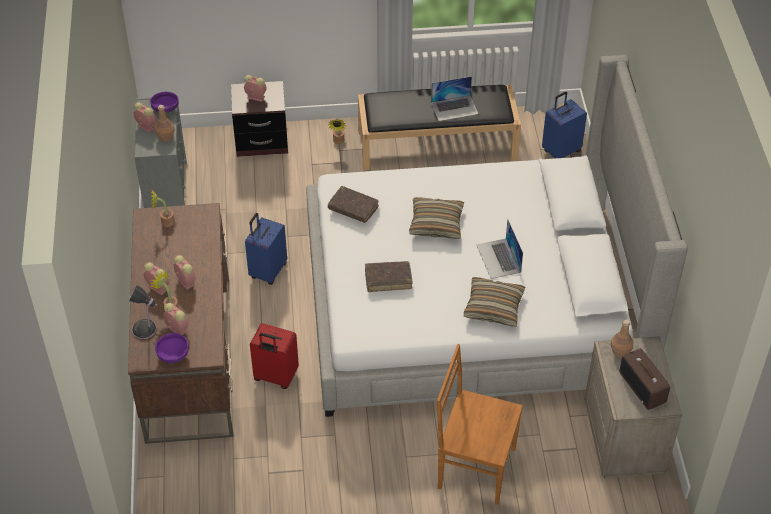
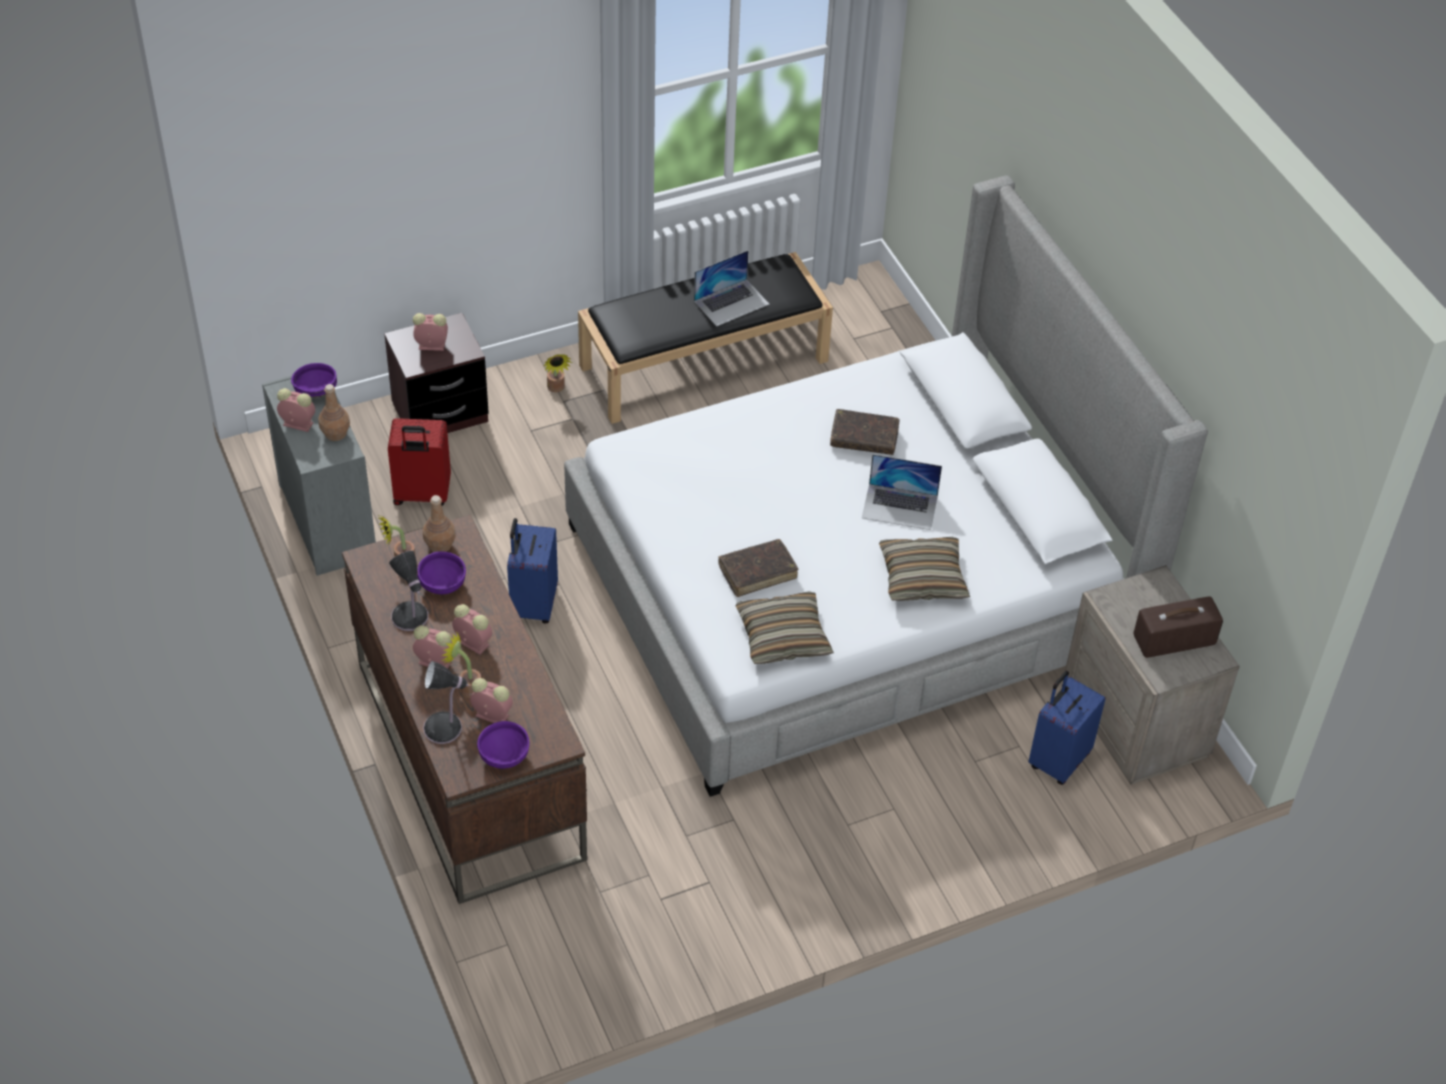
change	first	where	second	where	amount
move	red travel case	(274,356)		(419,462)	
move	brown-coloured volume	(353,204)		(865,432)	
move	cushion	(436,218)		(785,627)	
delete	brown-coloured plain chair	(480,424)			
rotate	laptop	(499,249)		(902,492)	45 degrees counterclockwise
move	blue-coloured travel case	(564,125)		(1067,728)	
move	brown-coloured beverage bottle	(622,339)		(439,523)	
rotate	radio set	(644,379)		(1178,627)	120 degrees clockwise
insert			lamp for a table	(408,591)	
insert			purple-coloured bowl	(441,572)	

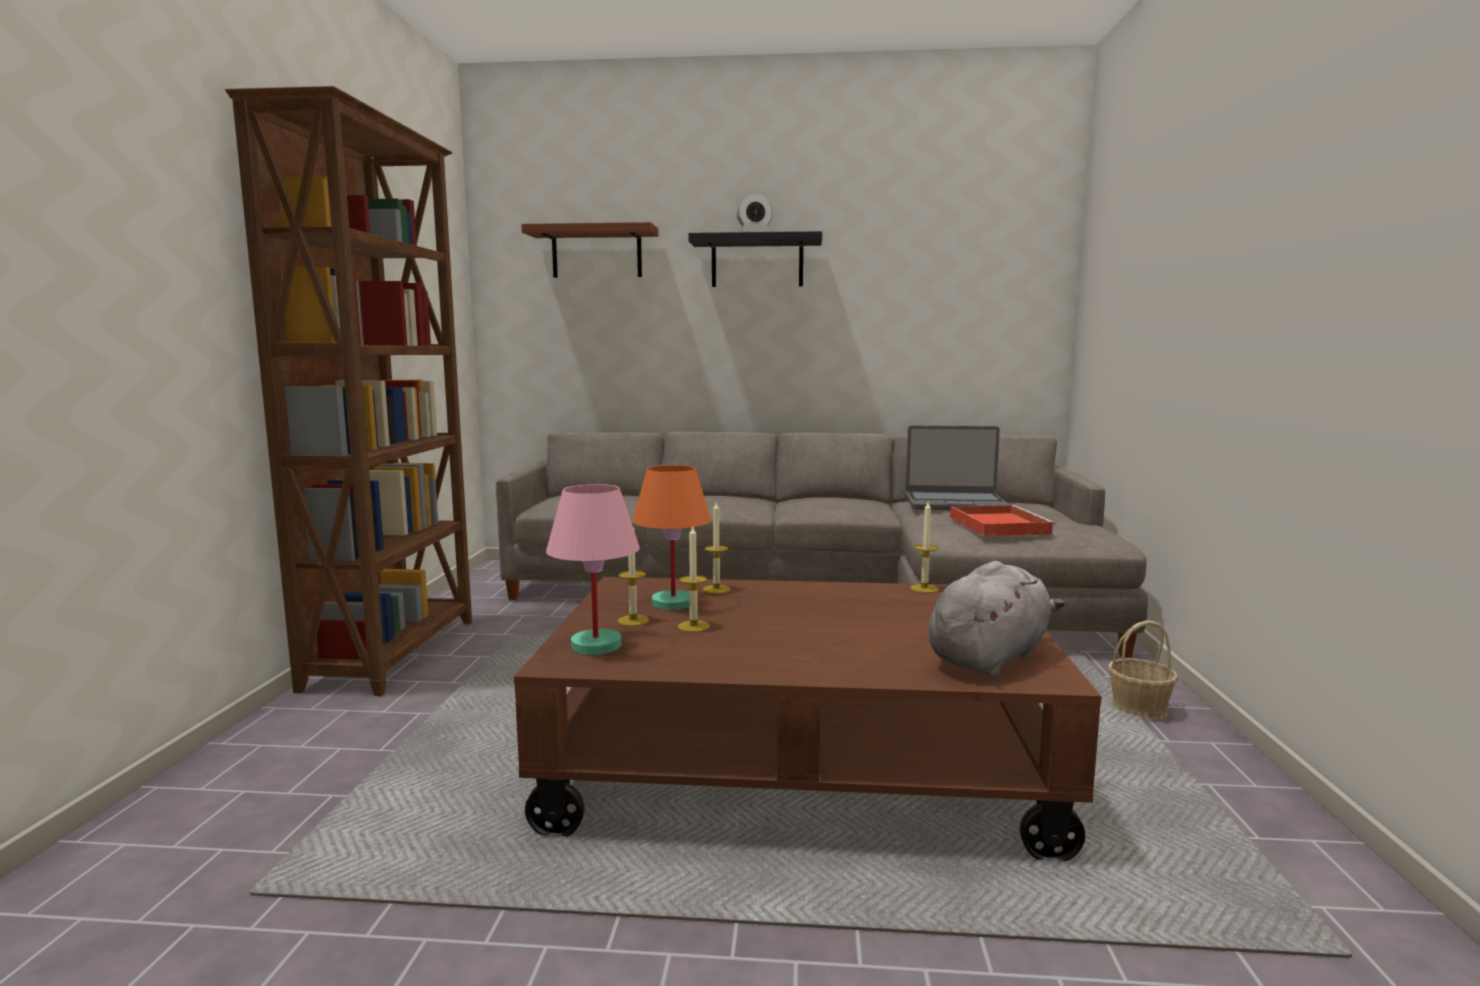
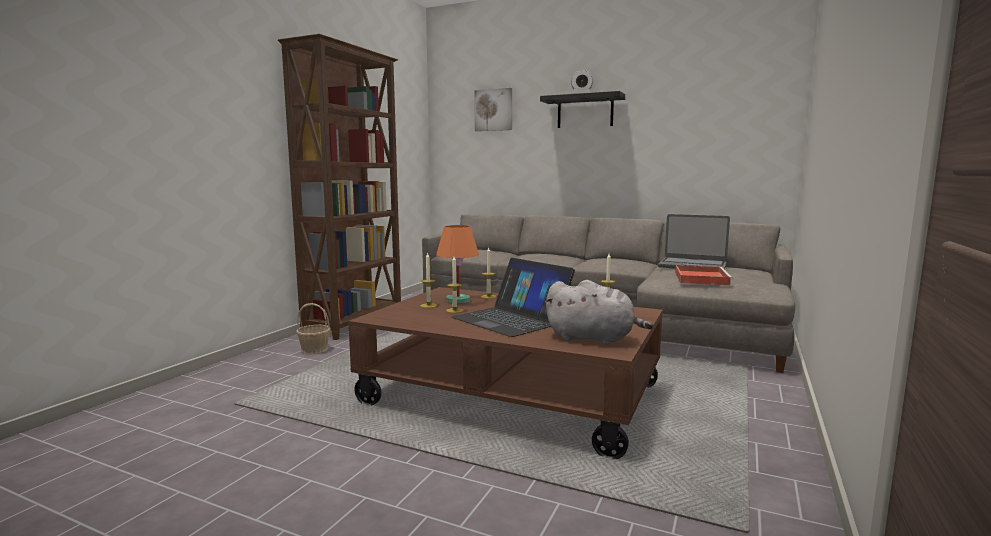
change	first	where	second	where	amount
replace	brown-coloured shelf	(589,250)	wall art	(493,109)	
delete	pinkish lamp for a table	(593,569)			
rotate	gray soft toy	(996,619)		(599,312)	45 degrees clockwise
move	household basket	(1143,670)		(313,328)	
insert			laptop	(513,297)	

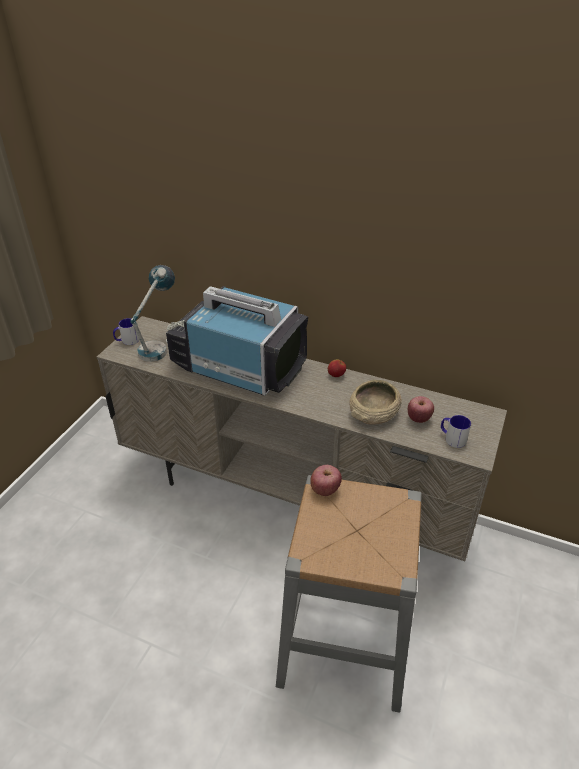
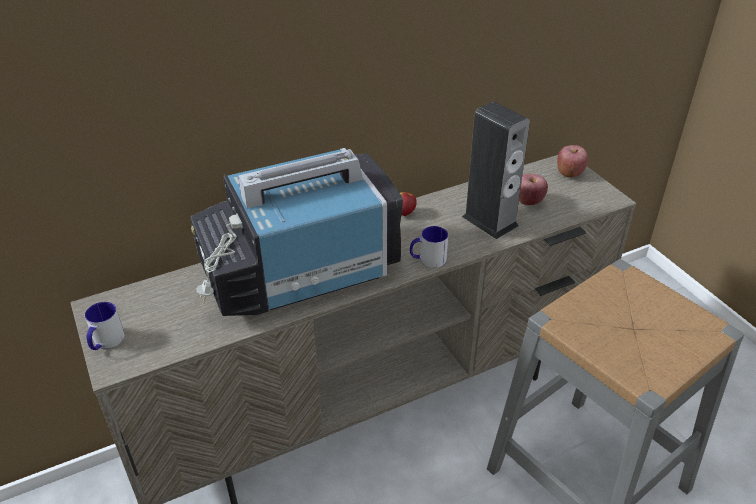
change	first	where	second	where	amount
delete	lamp for a table	(152,313)			
move	apple	(326,480)		(572,161)	
replace	beige-coloured bowl	(376,402)	loudspeaker	(496,170)	
move	coffee mug	(456,431)		(429,247)	

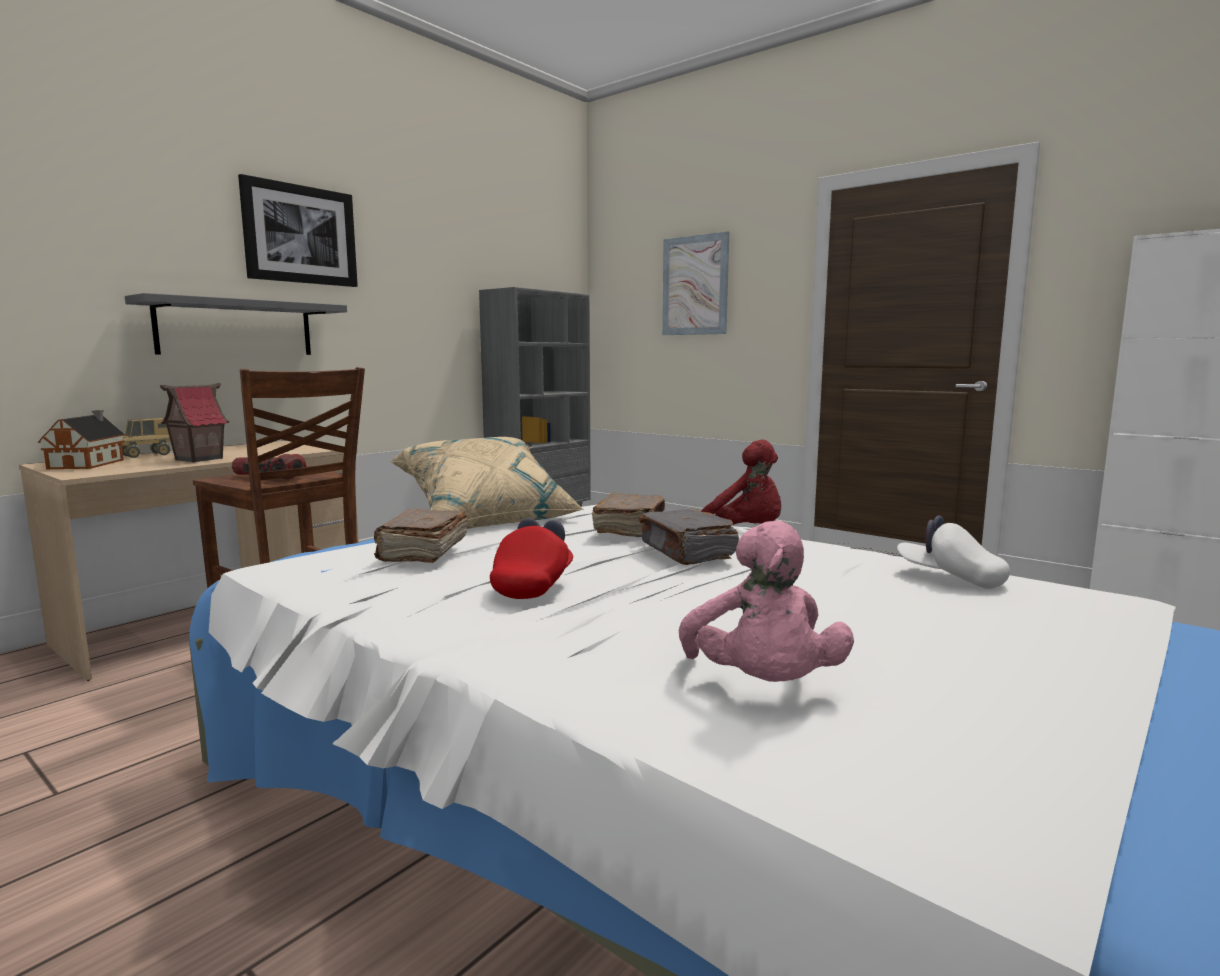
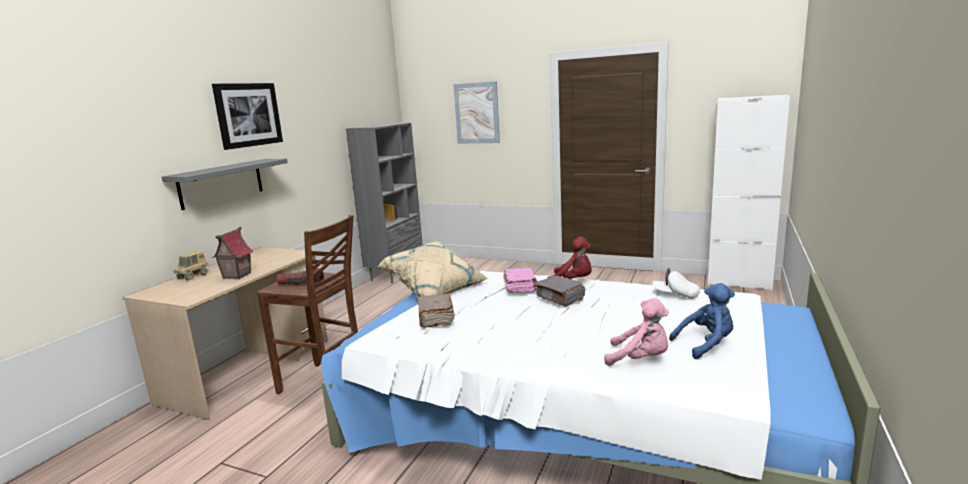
change	first	where	second	where	amount
delete	model house	(81,440)			
delete	red peaked cap	(531,558)			
recolor	brown-coloured volume	(628,515)	pinkish volume	(520,280)	
rotate	pinkish soft toy	(766,601)		(636,332)	45 degrees counterclockwise
insert			blue-coloured soft toy	(702,321)	

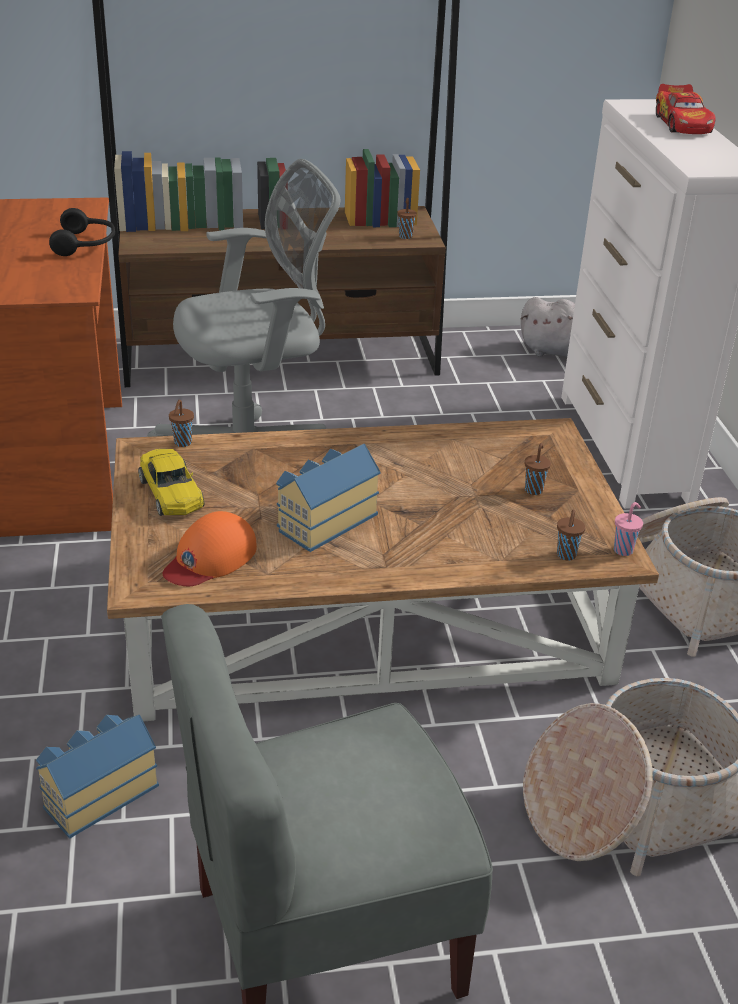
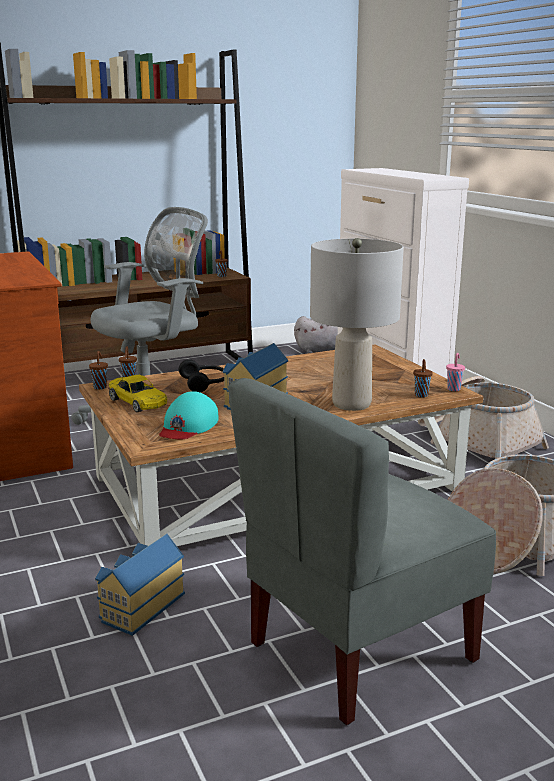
change	first	where	second	where	amount
move	black pair of headphones	(82,232)		(201,375)	
recolor	orange-coloured peaked cap	(210,548)	blue-green peaked cap	(188,415)	
move	brown-coloured drinking cup	(538,469)		(98,370)	
delete	model car	(686,109)			
insert			gray lamp for a table	(357,324)	

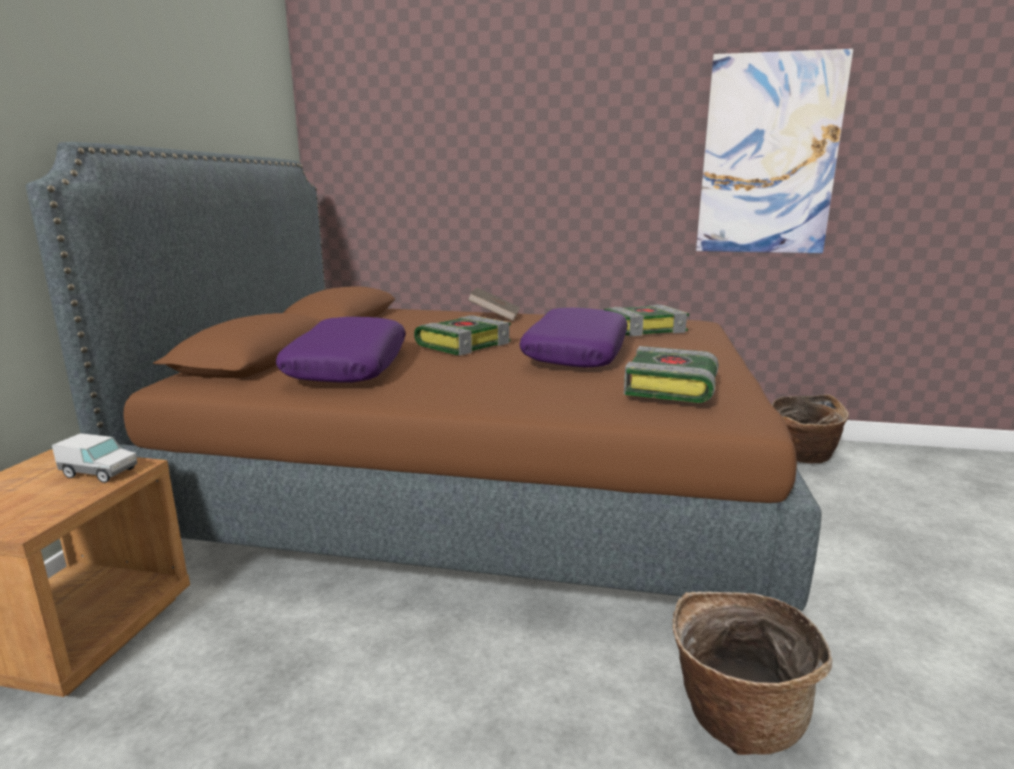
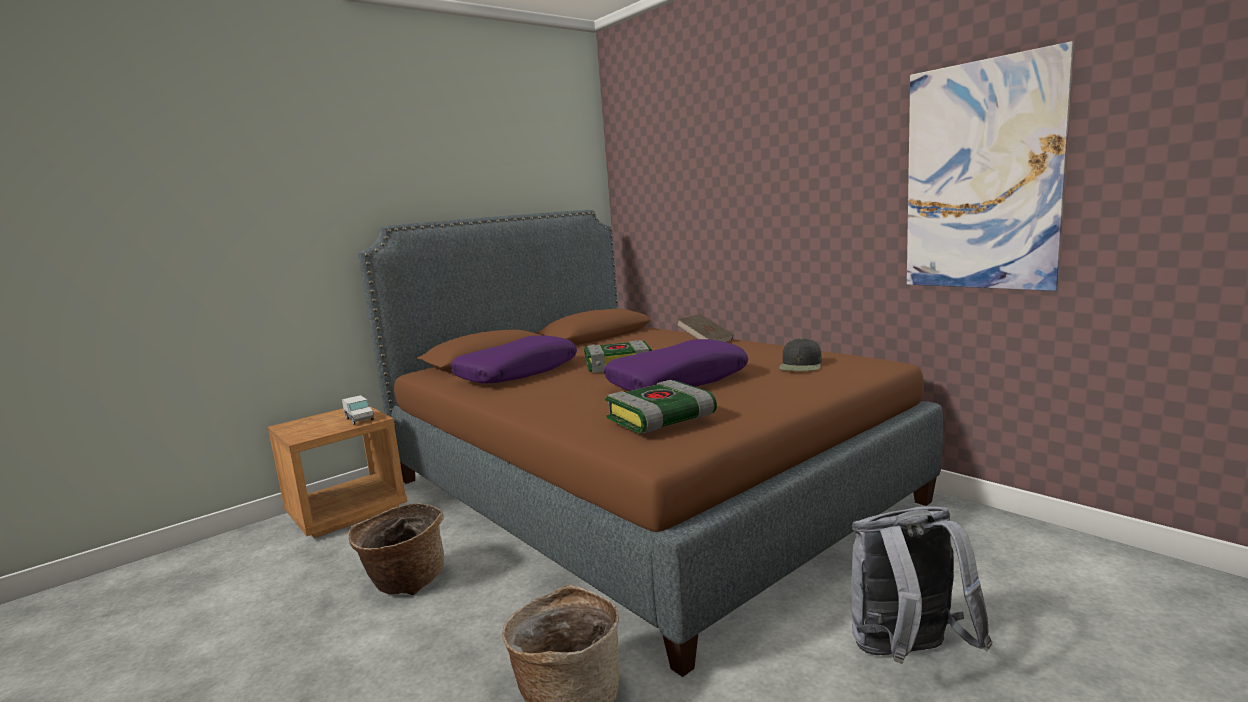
change	first	where	second	where	amount
replace	volume	(646,320)	black peaked cap	(800,354)	
move	household basket	(810,428)		(396,549)	
insert			gray rucksack	(921,585)	

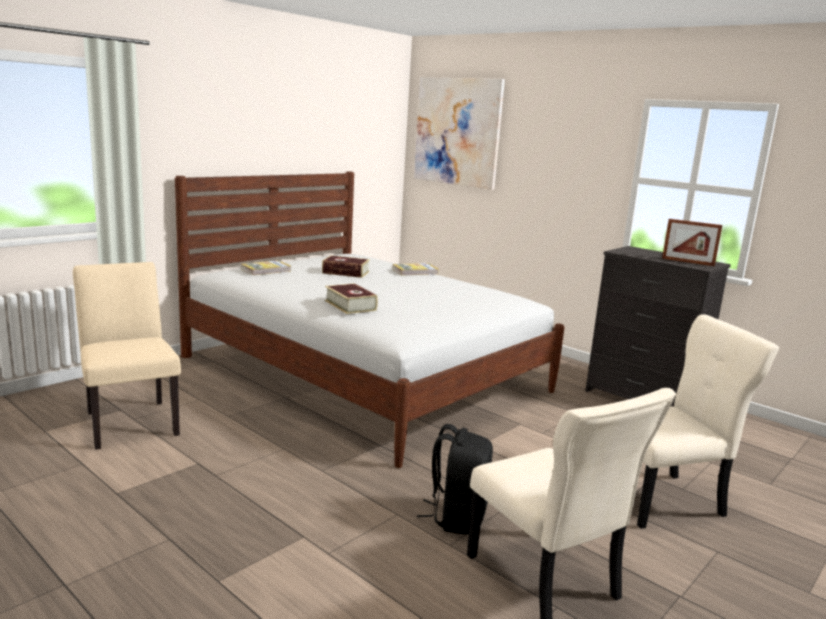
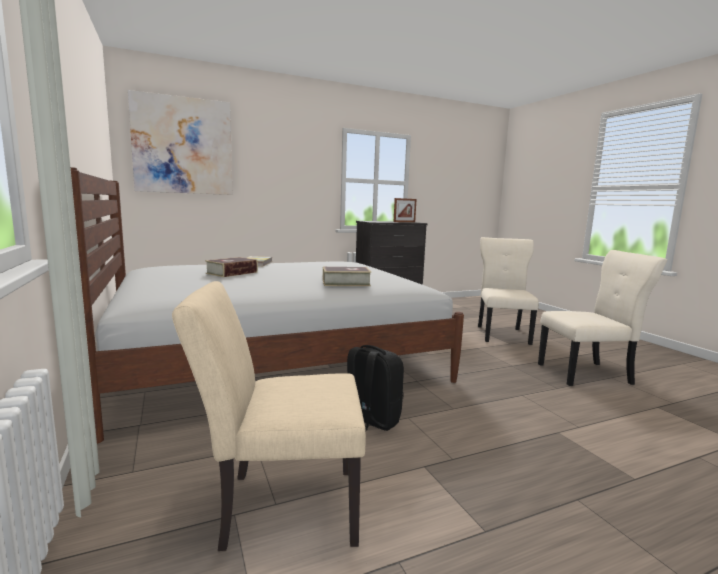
change	first	where	second	where	amount
delete	volume	(266,267)			
move	black rucksack	(455,479)		(375,388)	

